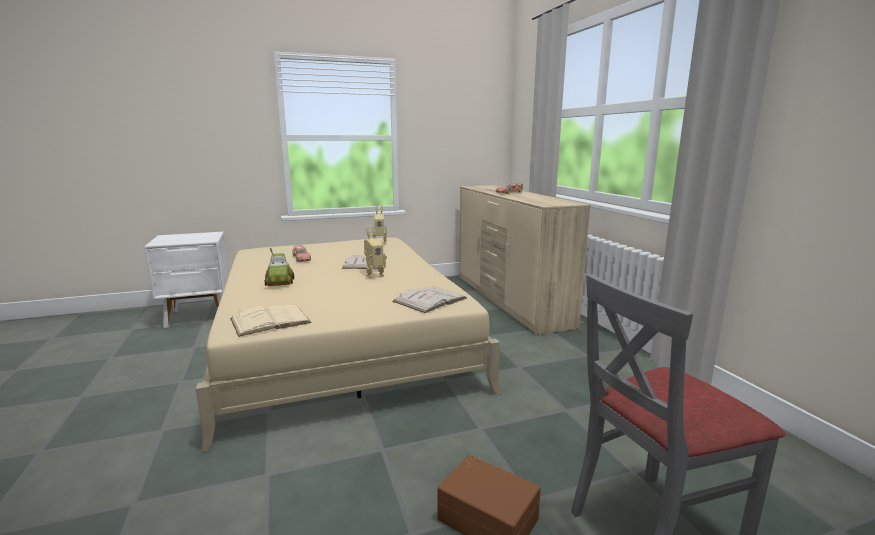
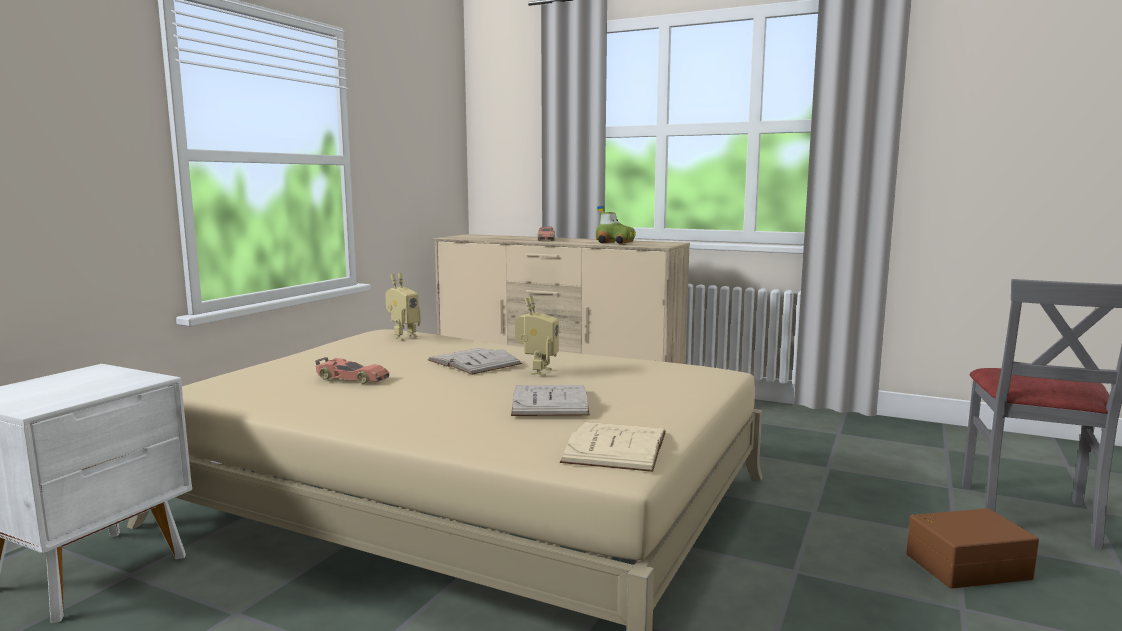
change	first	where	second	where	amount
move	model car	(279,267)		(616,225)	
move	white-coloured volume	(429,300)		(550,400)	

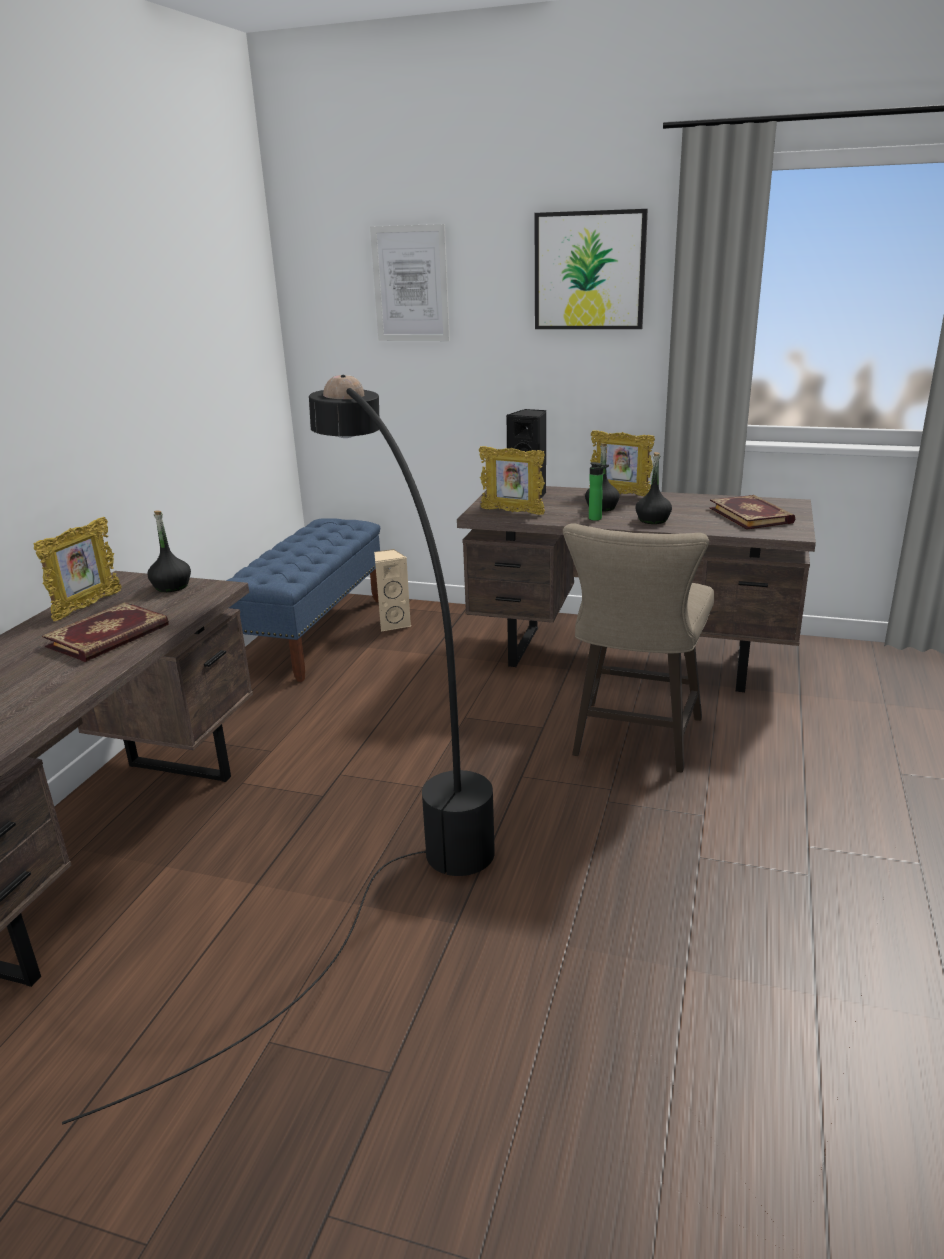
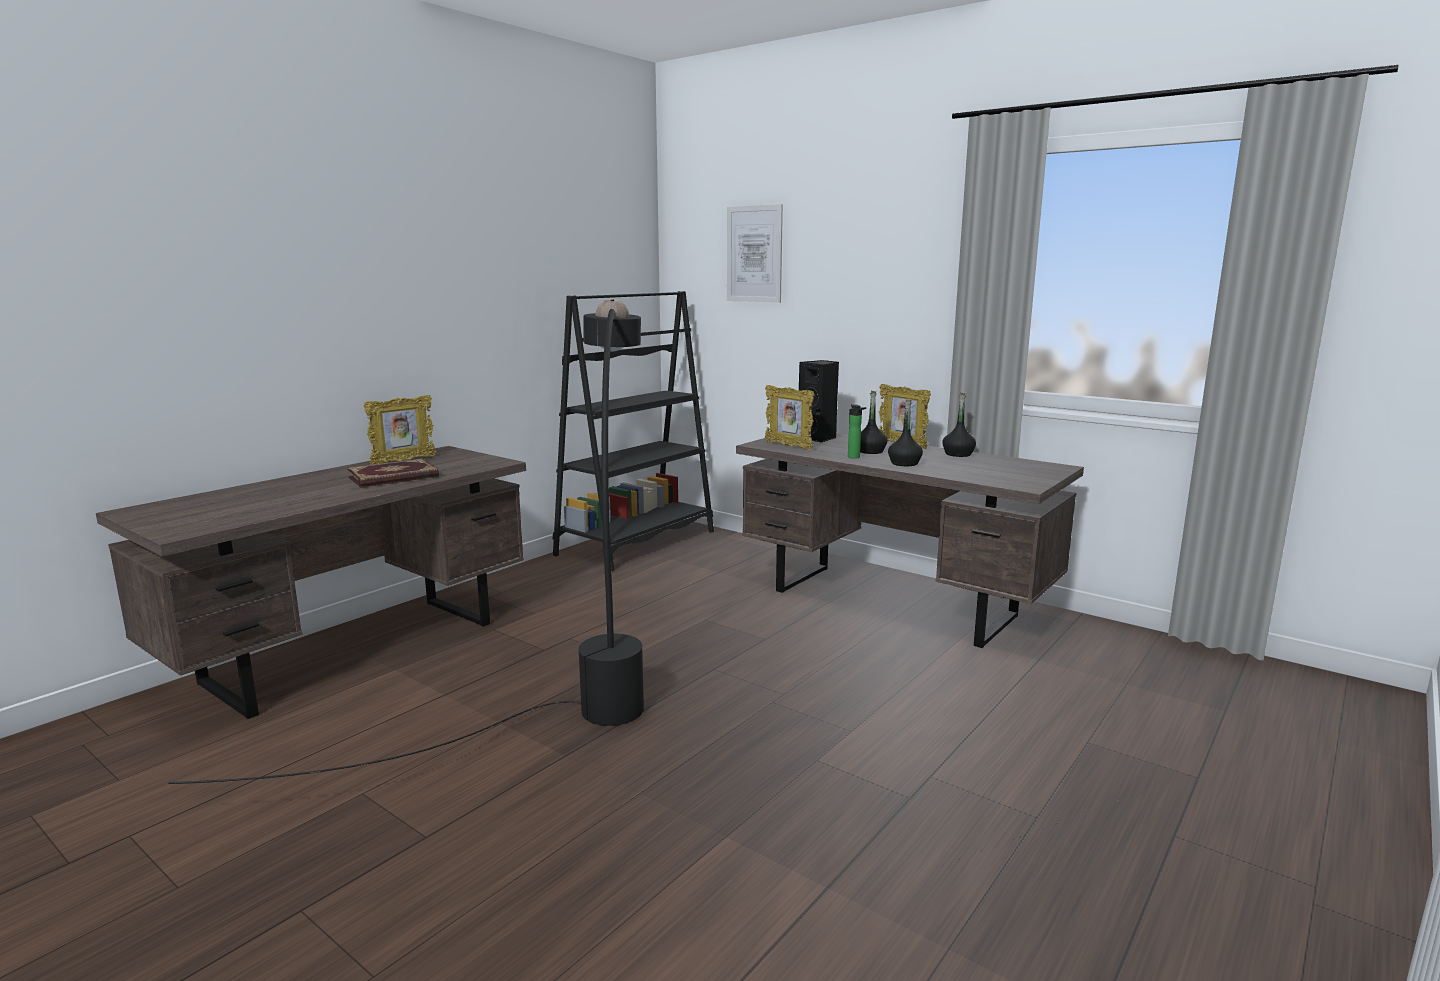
change	first	where	second	where	amount
move	black beverage bottle	(169,551)		(959,424)	
replace	blue-coloured long seat	(303,600)	black bookcase	(633,431)	
delete	beige-coloured loudspeaker	(392,590)			
delete	wall art	(591,269)			
delete	beige-coloured stool	(638,648)			
delete	volume	(752,512)			

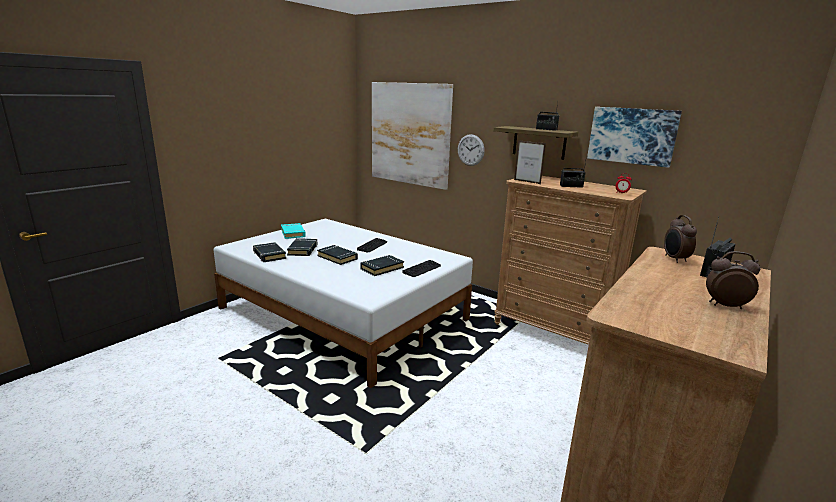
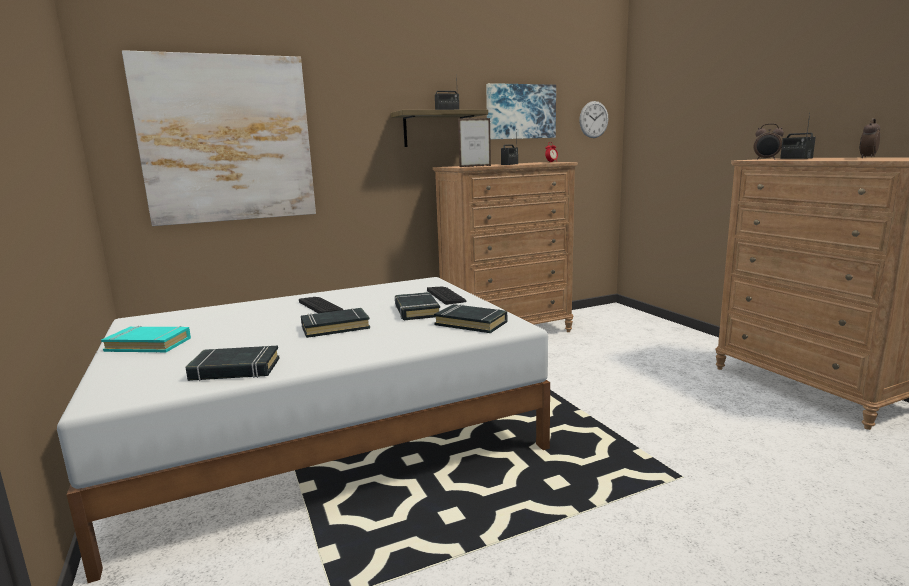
change	first	where	second	where	amount
move	black volume	(302,247)		(470,318)	
move	hanging clock	(471,150)		(594,119)	

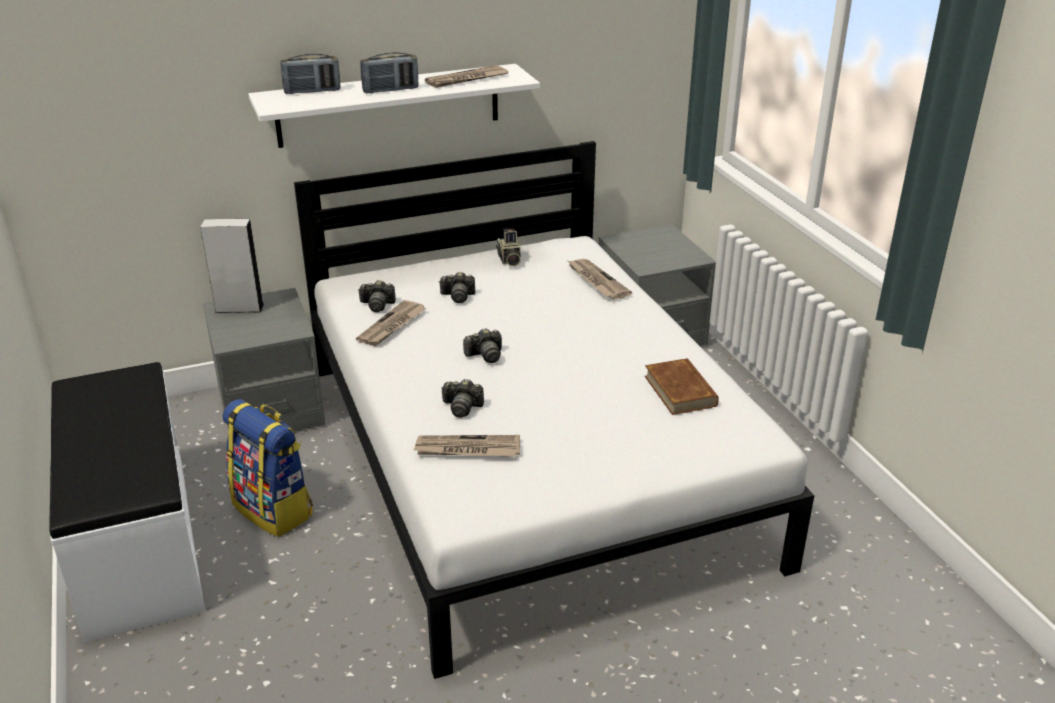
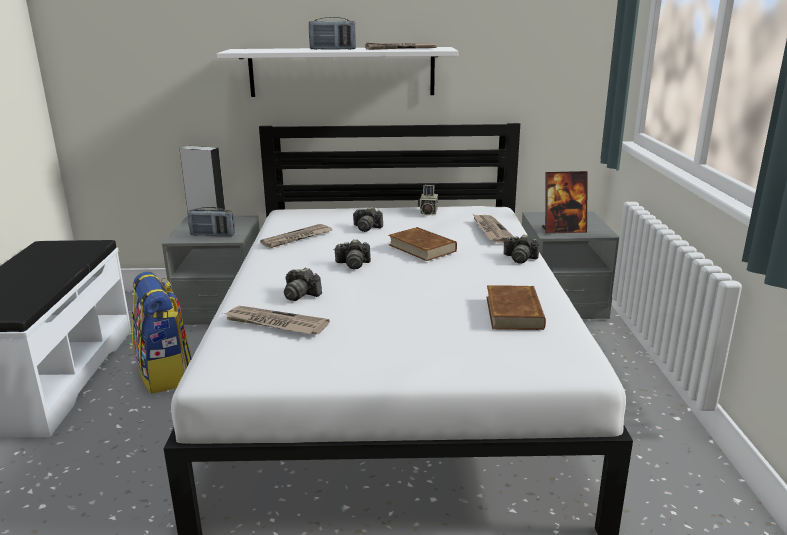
change	first	where	second	where	amount
move	radio set	(310,74)		(211,222)	
move	still camera	(377,296)		(521,249)	
insert			brown-coloured volume	(422,244)	
insert			standing frame	(565,202)	

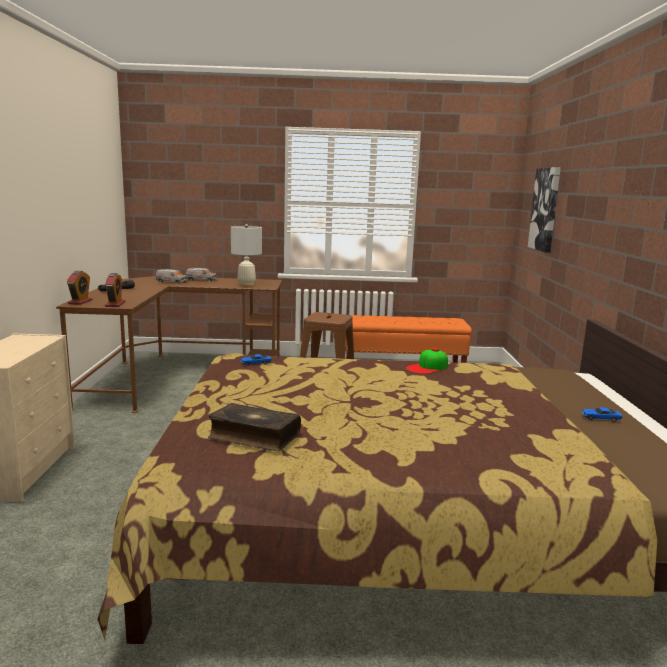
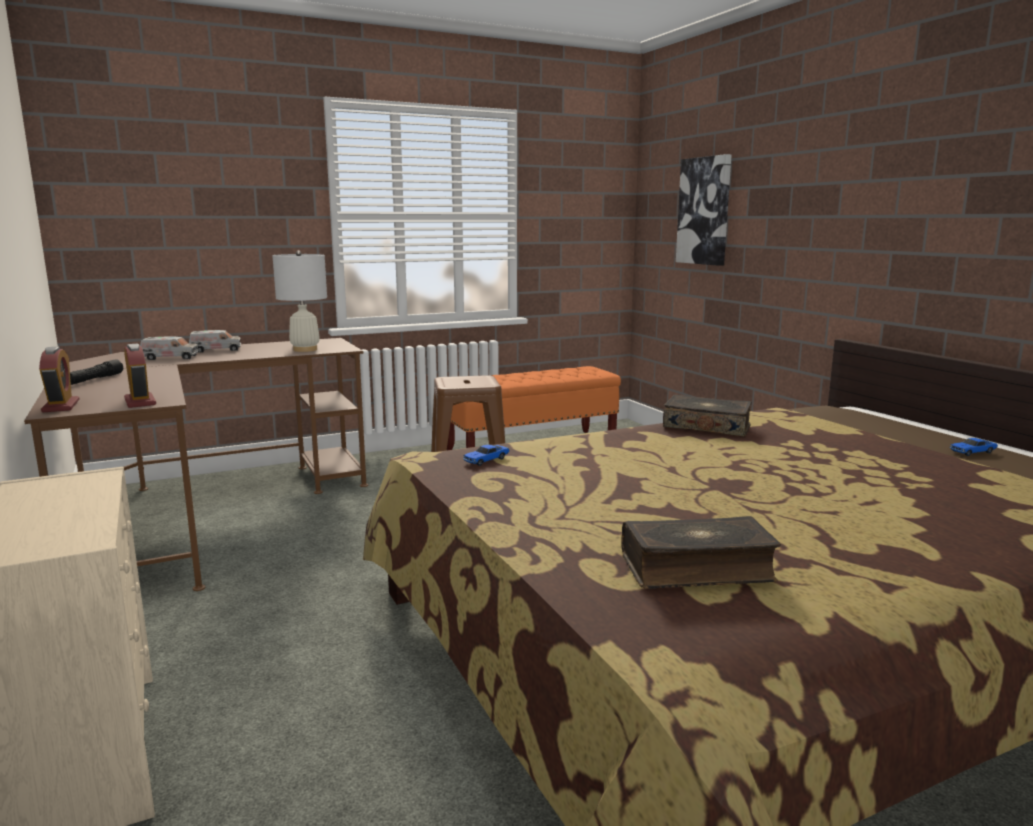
change	first	where	second	where	amount
replace	peaked cap	(427,361)	volume	(707,416)	

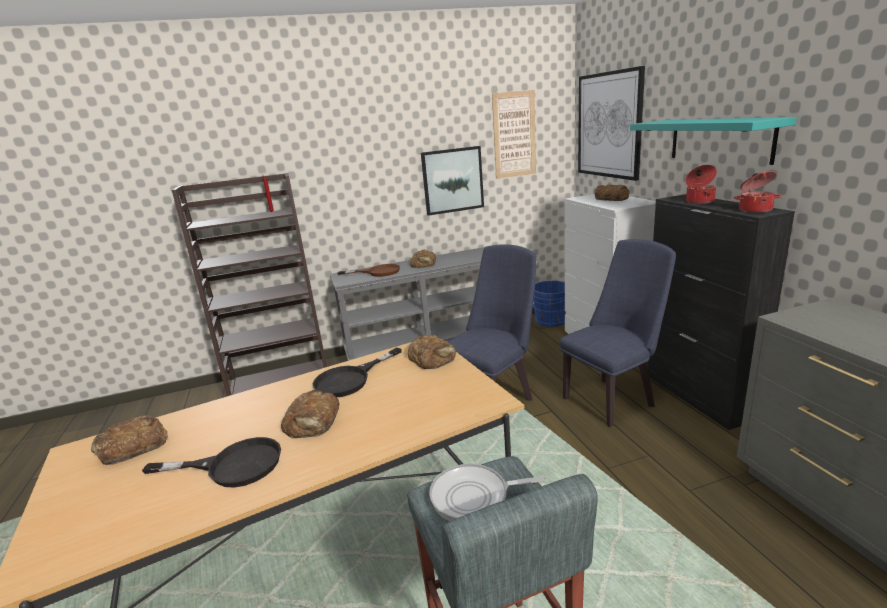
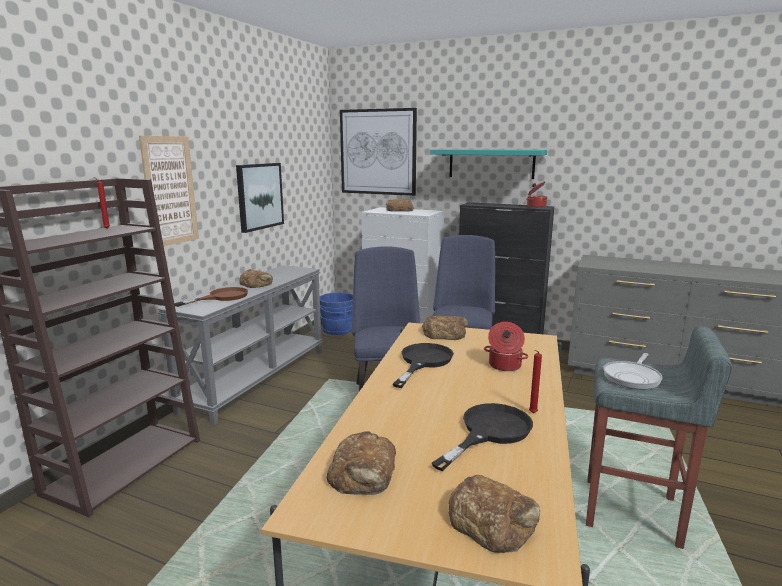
change	first	where	second	where	amount
move	baked bread	(310,414)		(494,514)	
rotate	black pan	(357,372)		(423,365)	150 degrees counterclockwise
move	wall art	(514,134)		(169,192)	
move	stockpot	(701,184)		(506,346)	
insert			red wax candle	(535,381)	

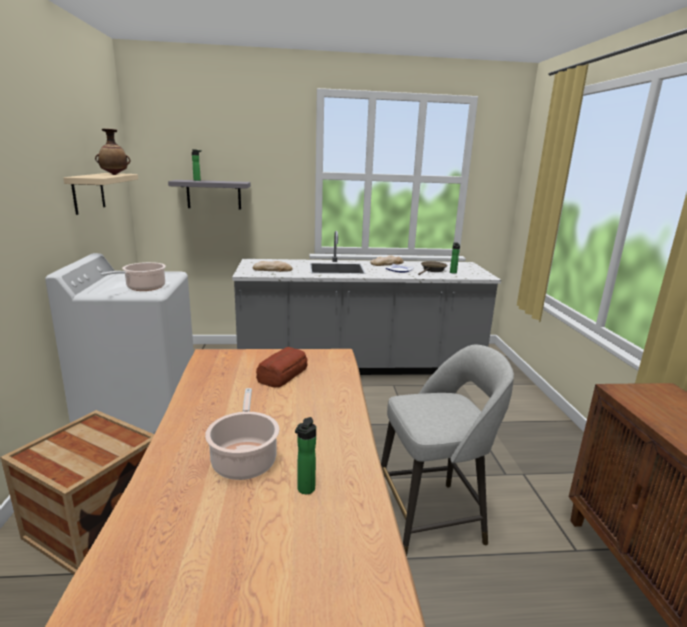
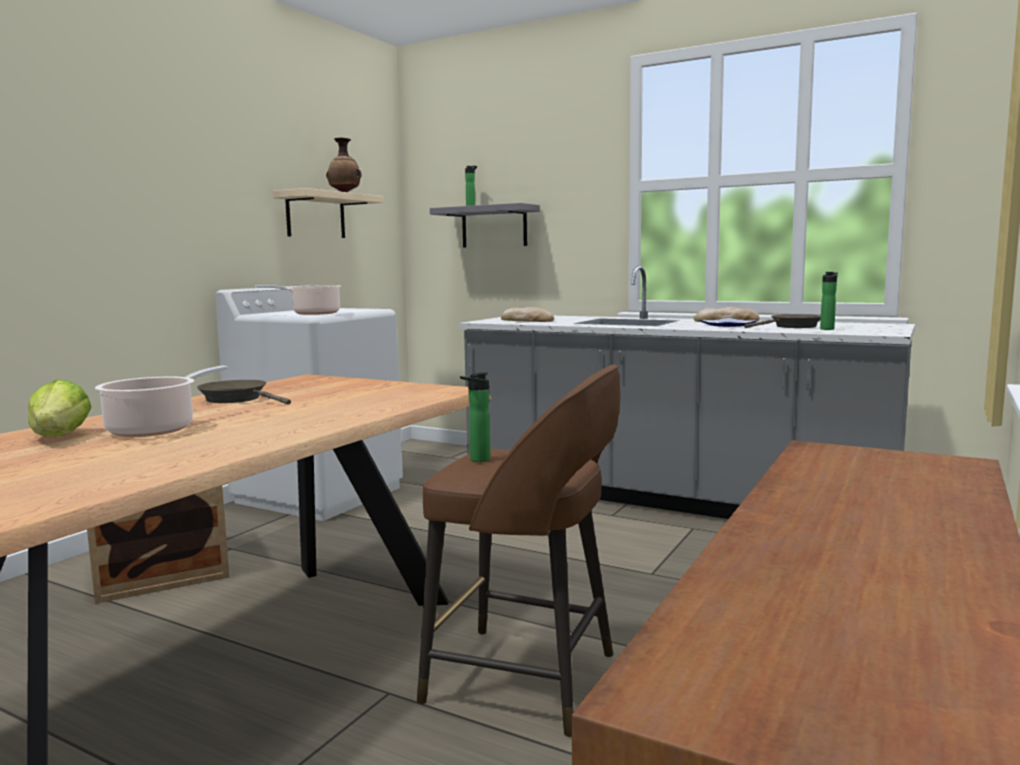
change	first	where	second	where	amount
delete	baked bread	(282,367)			
move	beverage bottle	(305,455)		(475,417)	
recolor	gray stool	(447,450)	brown-coloured stool	(518,551)	
insert			lettuce head	(59,408)	
insert			brown-coloured pan	(244,392)	

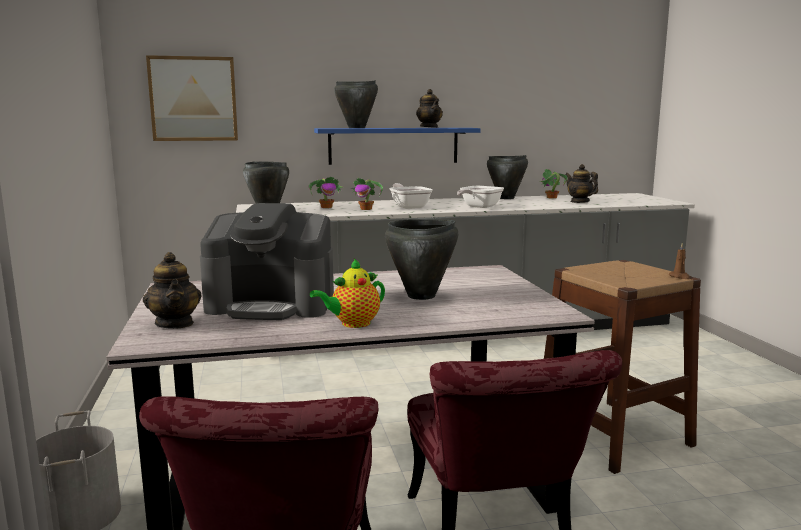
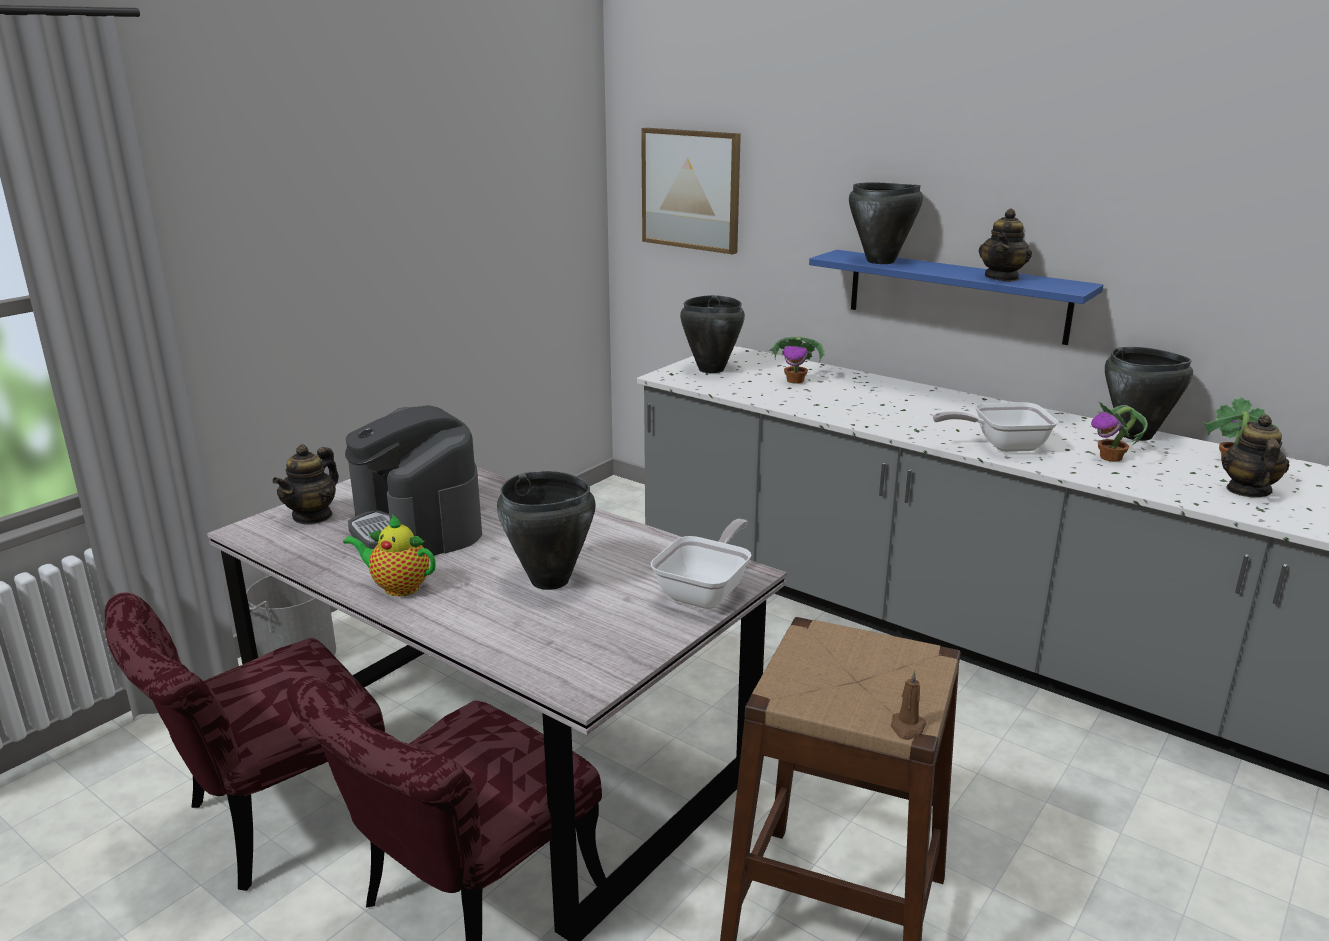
change	first	where	second	where	amount
move	plant in a pot	(366,194)		(1119,431)	
move	pan	(411,196)		(701,564)	

